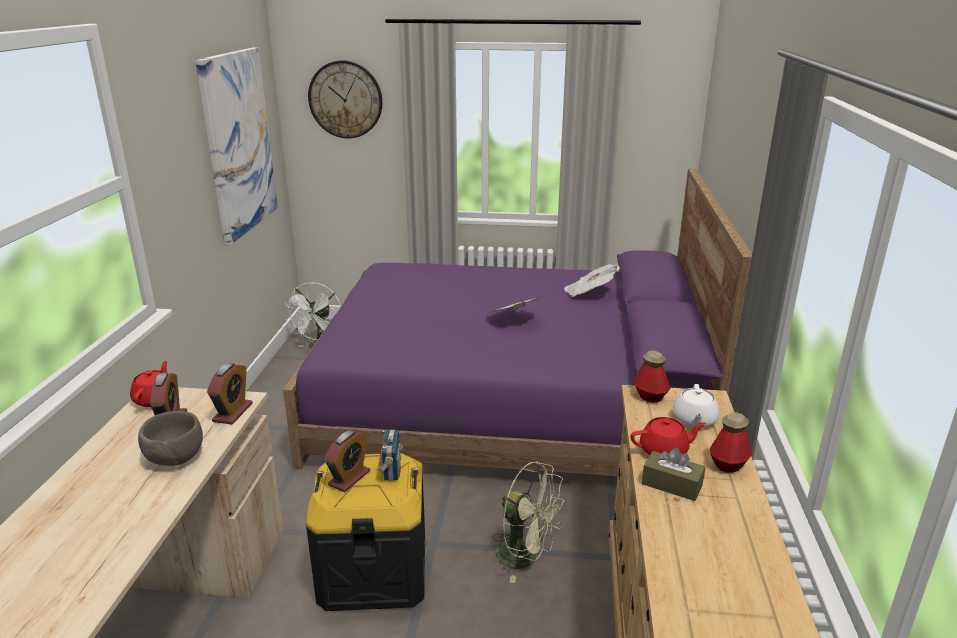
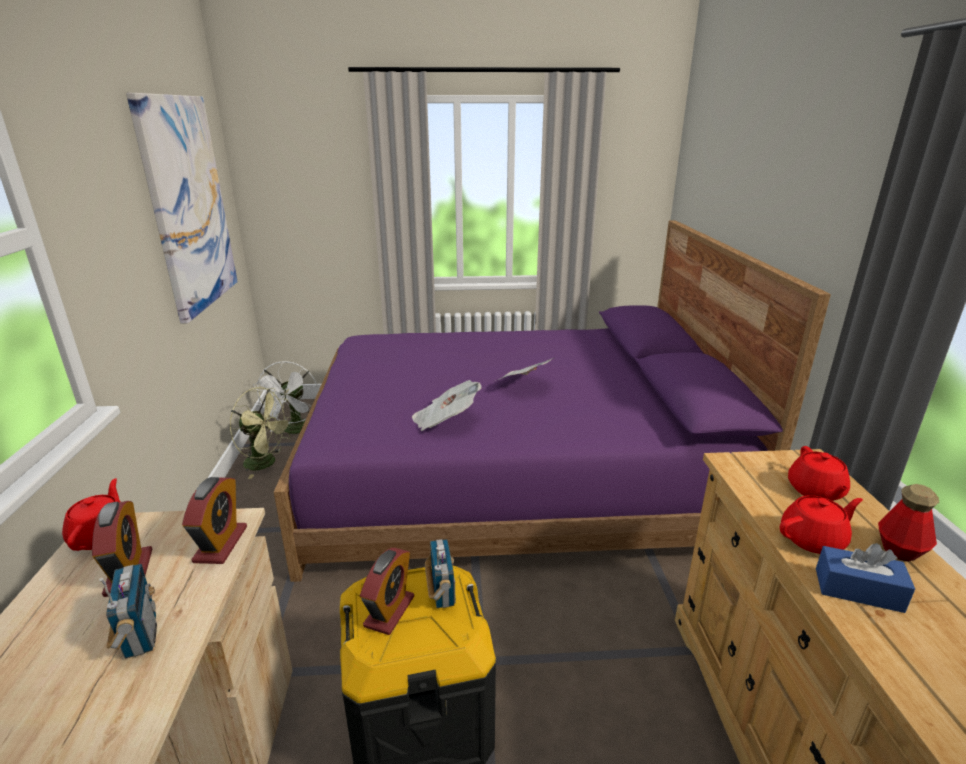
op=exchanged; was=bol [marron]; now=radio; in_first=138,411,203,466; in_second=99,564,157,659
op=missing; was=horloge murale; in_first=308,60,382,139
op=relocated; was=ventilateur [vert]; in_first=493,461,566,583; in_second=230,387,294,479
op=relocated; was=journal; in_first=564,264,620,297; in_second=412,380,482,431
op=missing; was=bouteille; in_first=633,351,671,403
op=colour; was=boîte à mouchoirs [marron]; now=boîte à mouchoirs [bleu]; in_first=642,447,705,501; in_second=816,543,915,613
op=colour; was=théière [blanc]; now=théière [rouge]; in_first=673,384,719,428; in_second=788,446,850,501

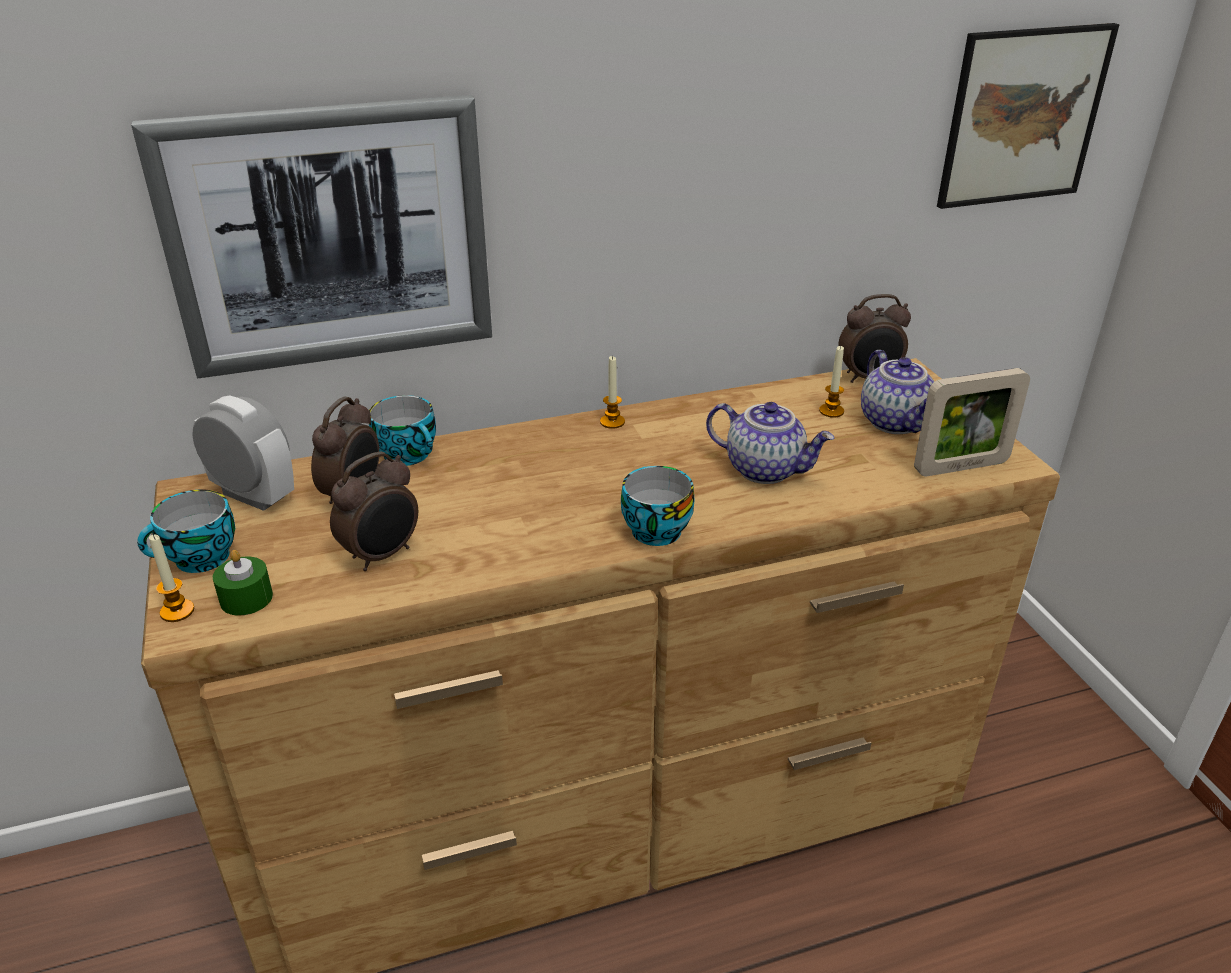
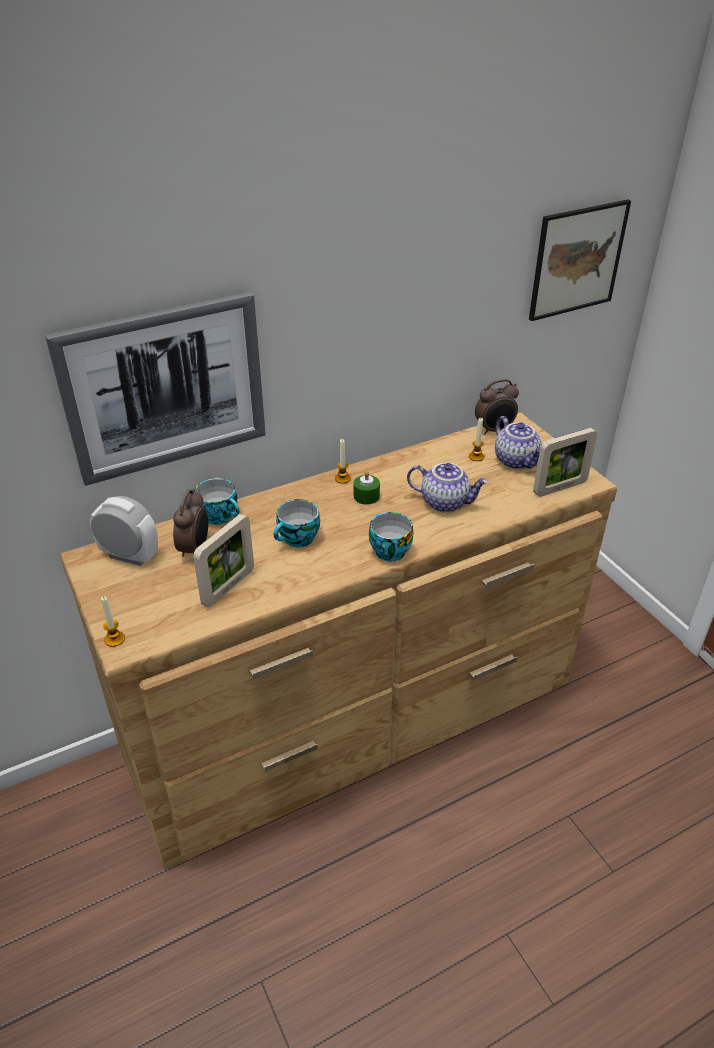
op=relocated; was=tasse; in_first=137,490,235,573; in_second=273,499,320,547
op=relocated; was=bougie [vert]; in_first=213,550,273,616; in_second=354,471,380,505
op=exchanged; was=réveil; now=cadre photo; in_first=330,451,418,571; in_second=193,514,254,607

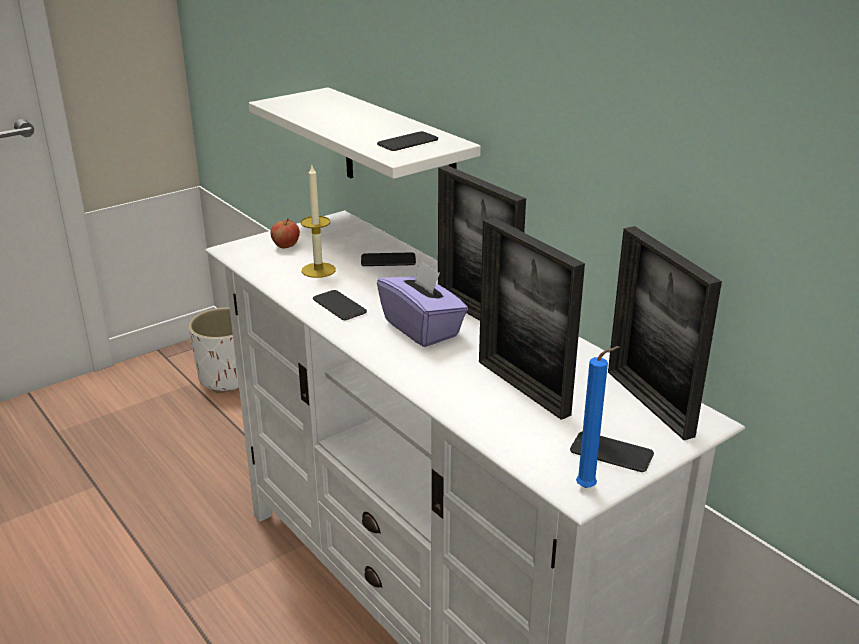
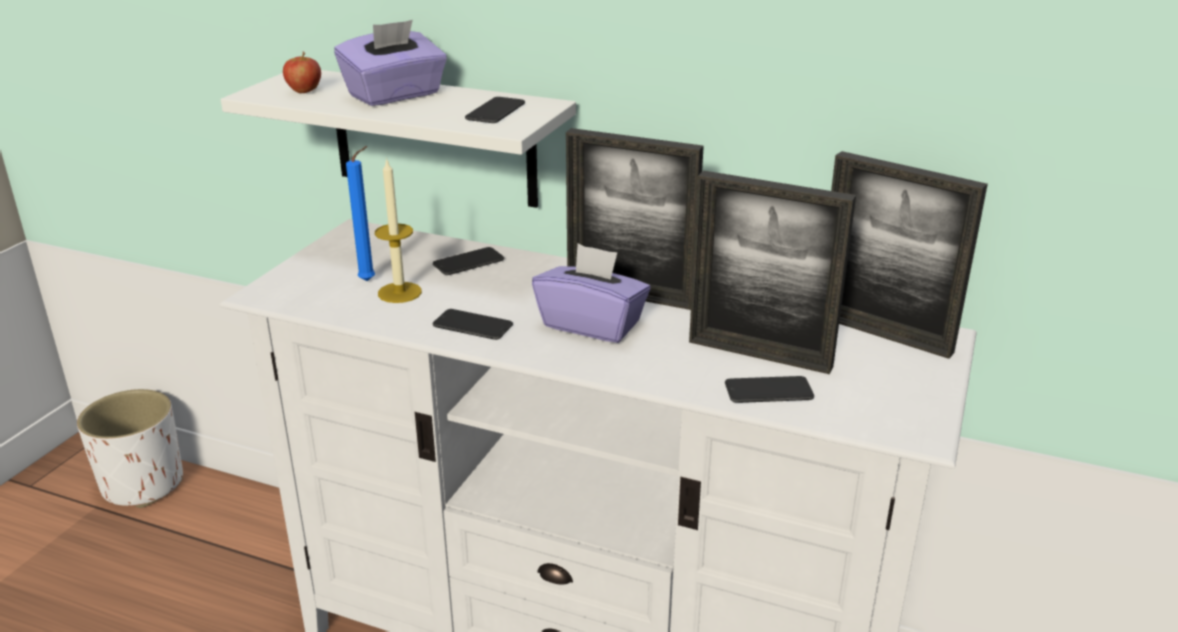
op=relocated; was=pomme; in_first=271,218,300,249; in_second=283,52,321,93
op=relocated; was=téléphone; in_first=570,431,654,472; in_second=725,376,814,403
op=relocated; was=bougie [bleu]; in_first=576,346,619,488; in_second=346,146,375,281
op=appeared; now=boîte à mouchoirs [violet]; in_second=334,20,447,106

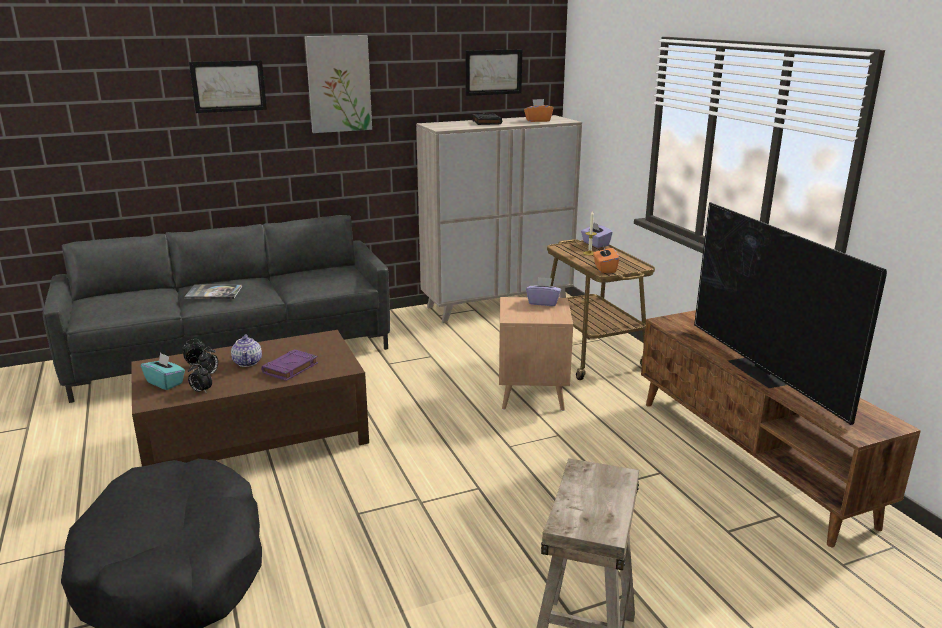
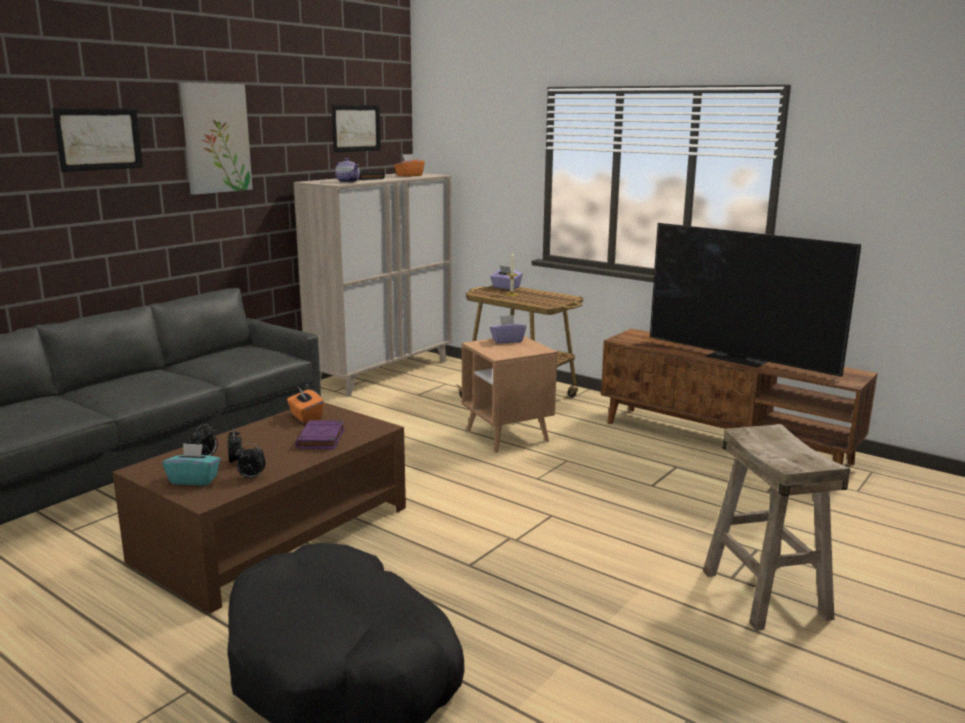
op=missing; was=livre; in_first=184,285,242,299
op=relocated; was=théière; in_first=231,334,262,367; in_second=335,158,360,183
op=relocated; was=boîte à mouchoirs [orange]; in_first=593,246,619,273; in_second=287,387,324,423

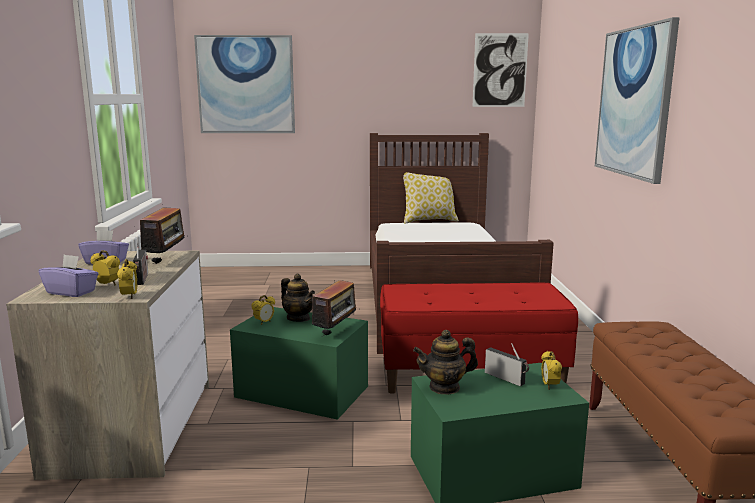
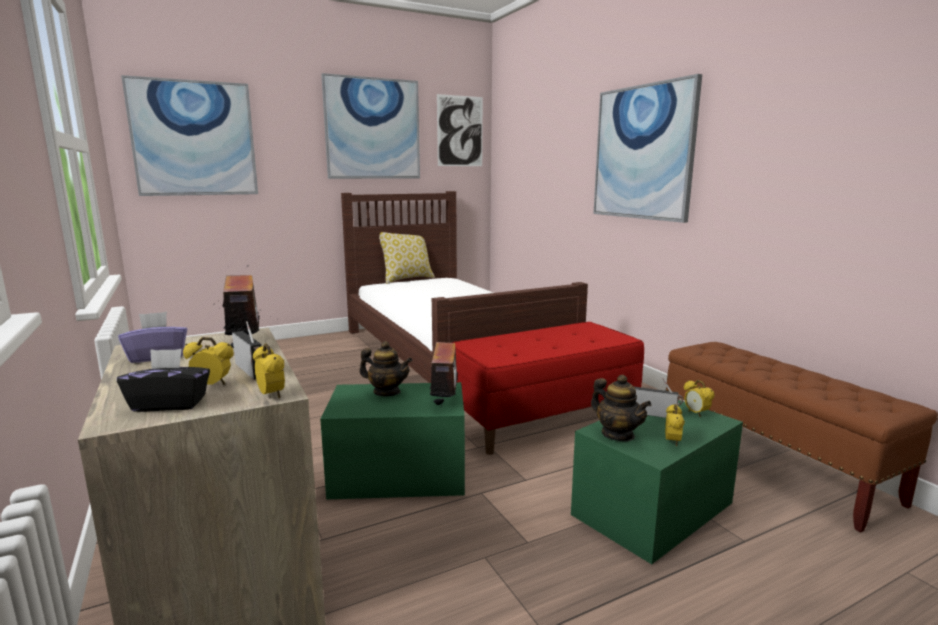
op=colour; was=boîte à mouchoirs [violet]; now=boîte à mouchoirs [noir]; in_first=39,254,99,297; in_second=117,349,210,412
op=relocated; was=réveil; in_first=251,295,275,325; in_second=665,404,685,446
op=spun; was=théière; in_first=413,330,478,395; in_second=591,375,652,441; clockwise=-90
op=appeared; now=tableau; in_second=321,73,420,179

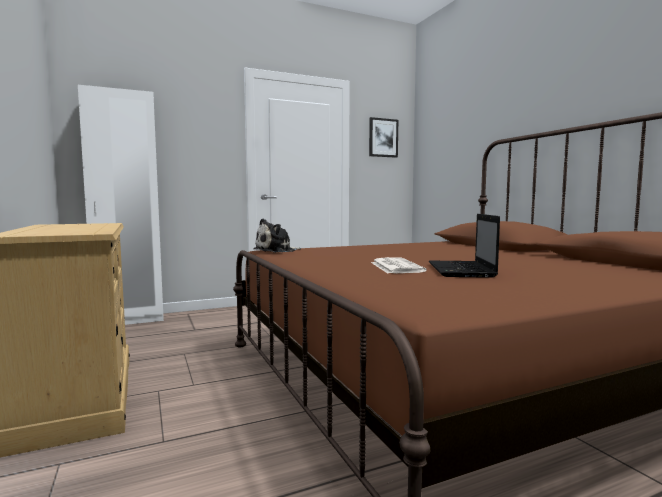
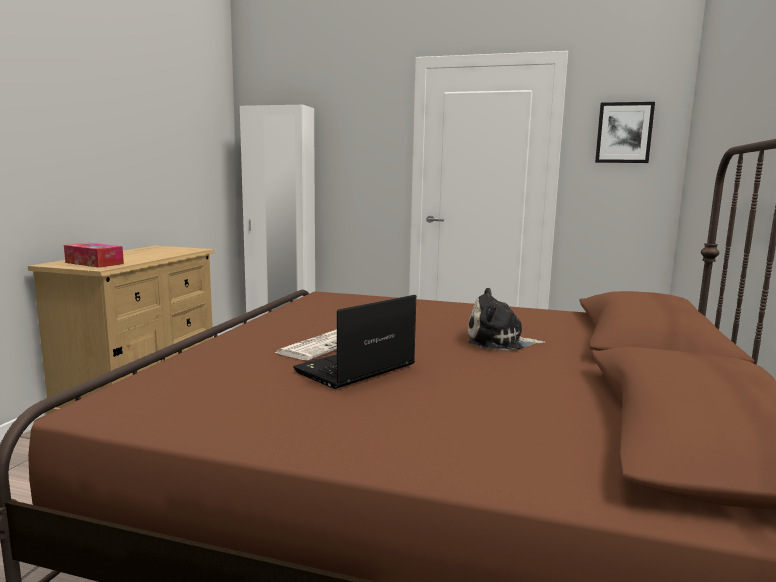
op=relocated; was=peluche; in_first=253,218,301,253; in_second=468,288,546,350
op=appeared; now=boîte à mouchoirs; in_second=64,243,124,268

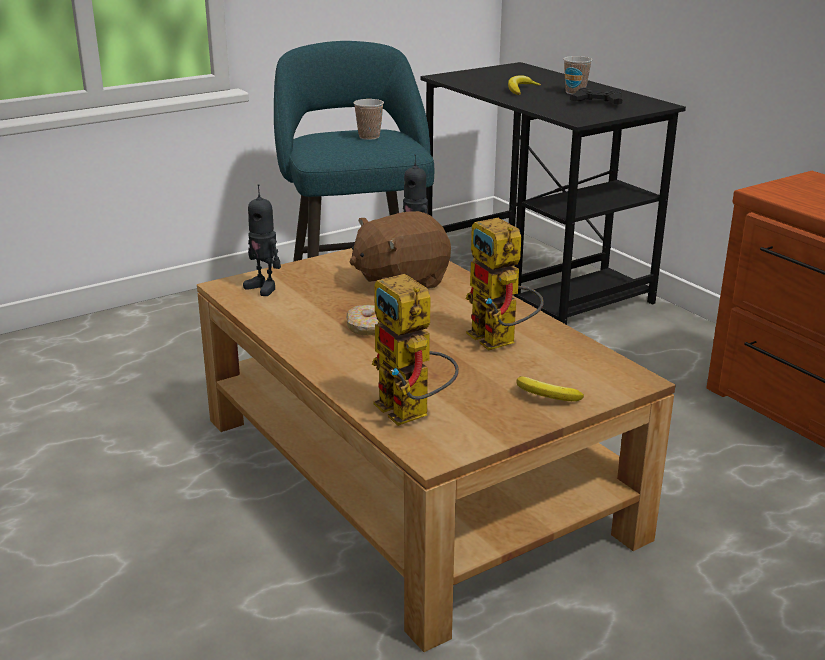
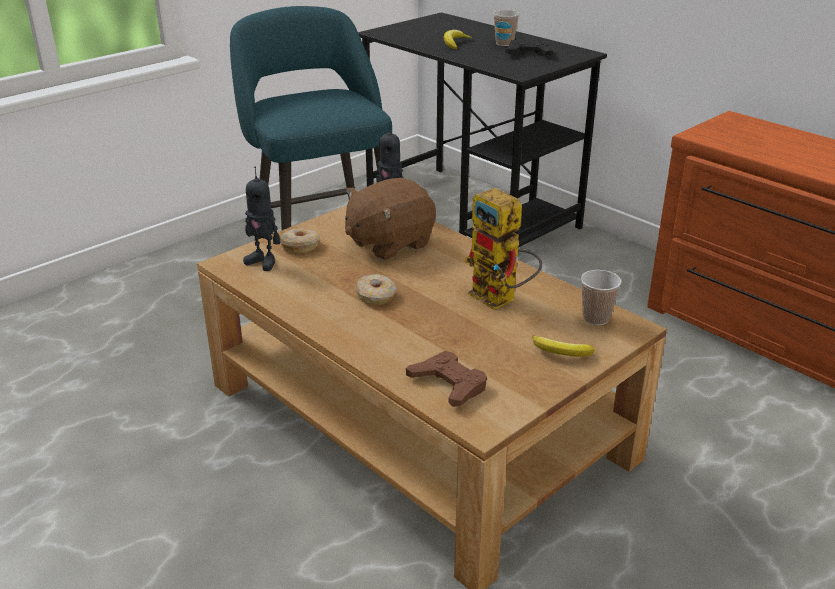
op=relocated; was=tasse; in_first=354,99,384,140; in_second=581,270,621,325
op=exchanged; was=robot jouet; now=manette [marron]; in_first=372,274,459,426; in_second=406,351,487,407
op=appeared; now=beignet; in_second=280,228,320,253

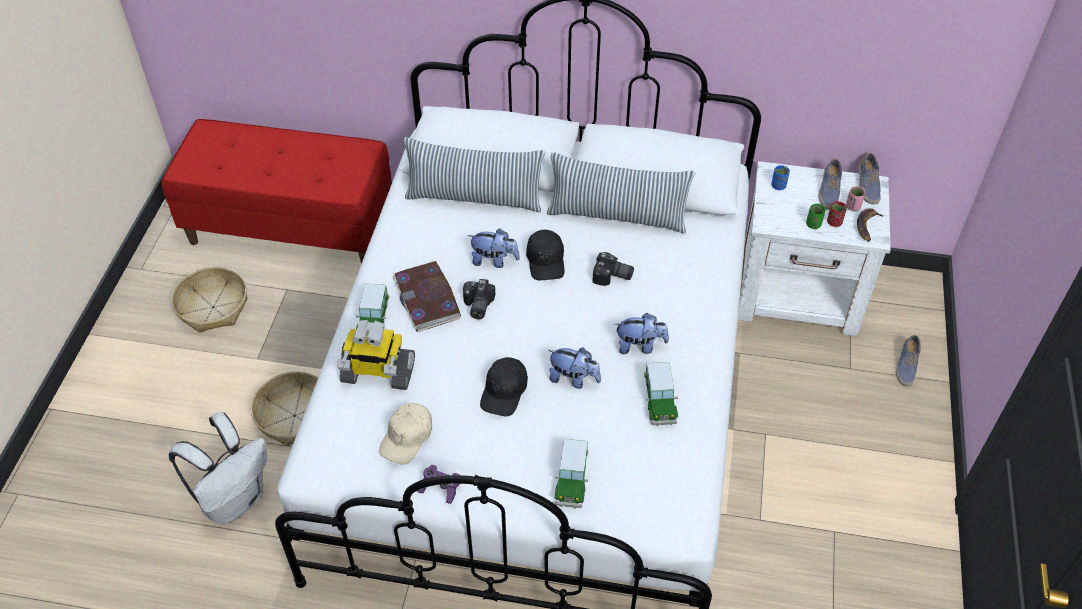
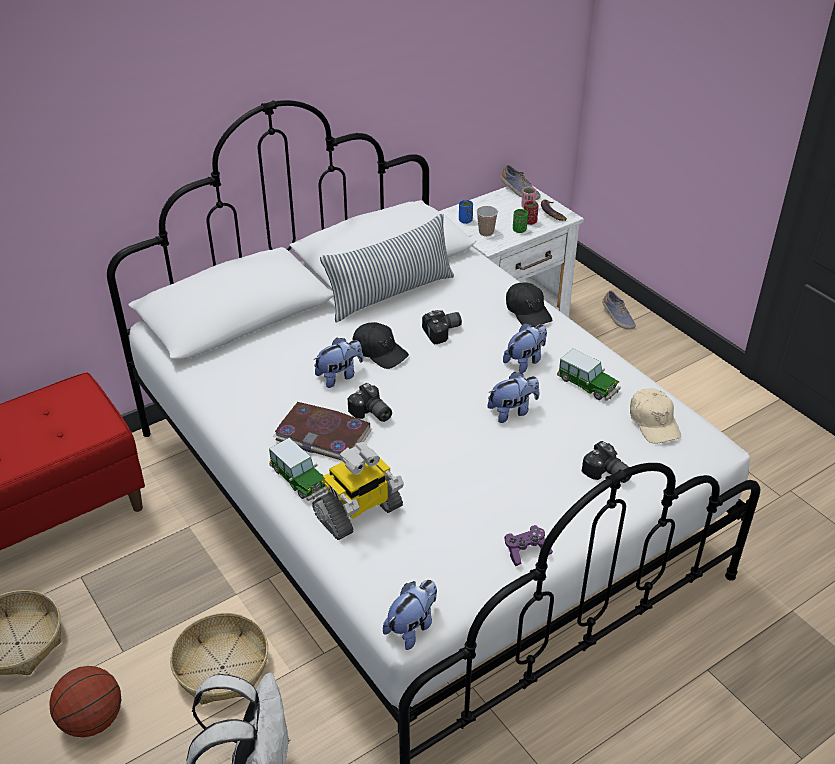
op=relocated; was=casquette [beige]; in_first=379,403,432,465; in_second=630,388,681,444
op=missing; was=coussin; in_first=404,137,545,213
op=relocated; was=casquette [noir]; in_first=480,357,528,417; in_second=506,282,552,327
op=exchanged; was=petite voiture; now=appareil photo; in_first=554,439,588,509; in_second=582,441,632,483
op=missing; was=chaussure; in_first=819,159,842,210
op=appeared; now=ballon de basket; in_second=49,666,121,737
op=appeared; now=peluche; in_second=383,580,437,650
op=appeared; now=tasse; in_second=477,206,498,236

